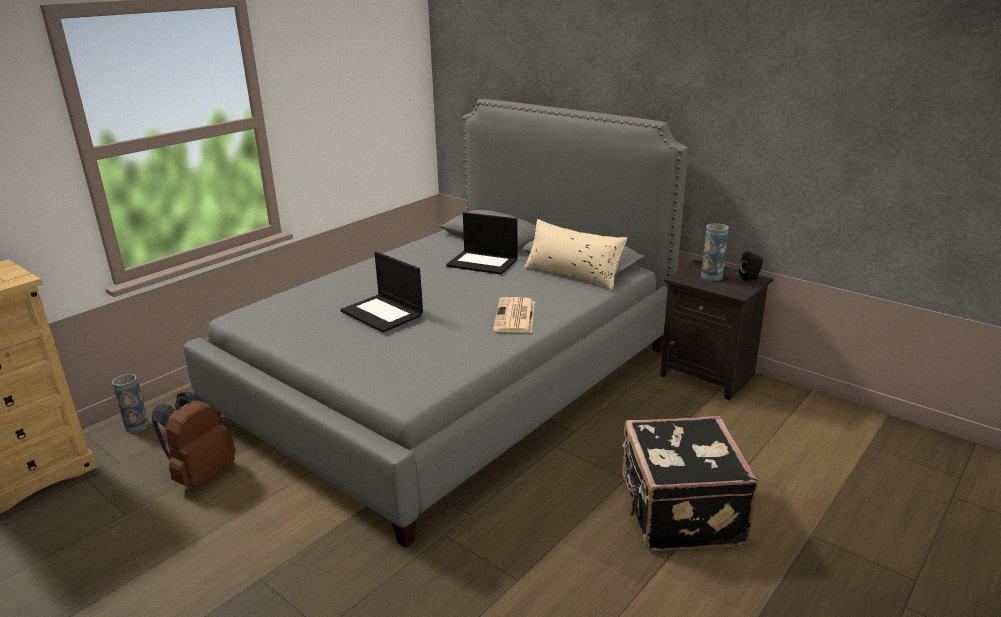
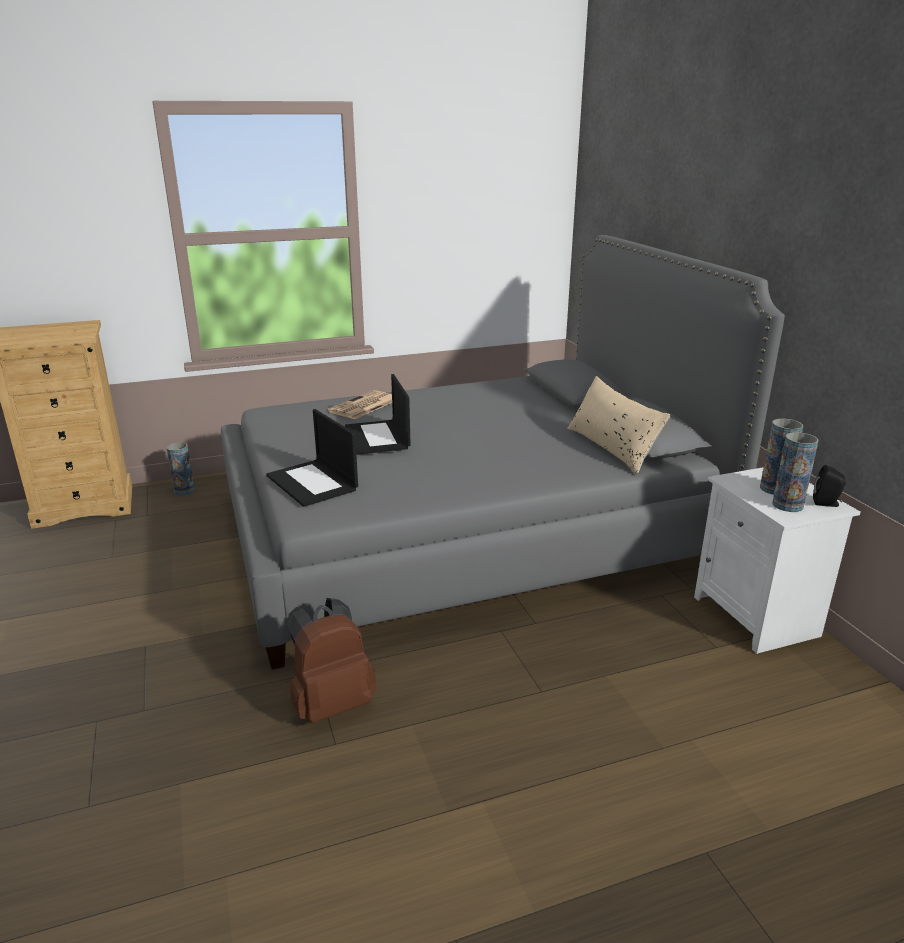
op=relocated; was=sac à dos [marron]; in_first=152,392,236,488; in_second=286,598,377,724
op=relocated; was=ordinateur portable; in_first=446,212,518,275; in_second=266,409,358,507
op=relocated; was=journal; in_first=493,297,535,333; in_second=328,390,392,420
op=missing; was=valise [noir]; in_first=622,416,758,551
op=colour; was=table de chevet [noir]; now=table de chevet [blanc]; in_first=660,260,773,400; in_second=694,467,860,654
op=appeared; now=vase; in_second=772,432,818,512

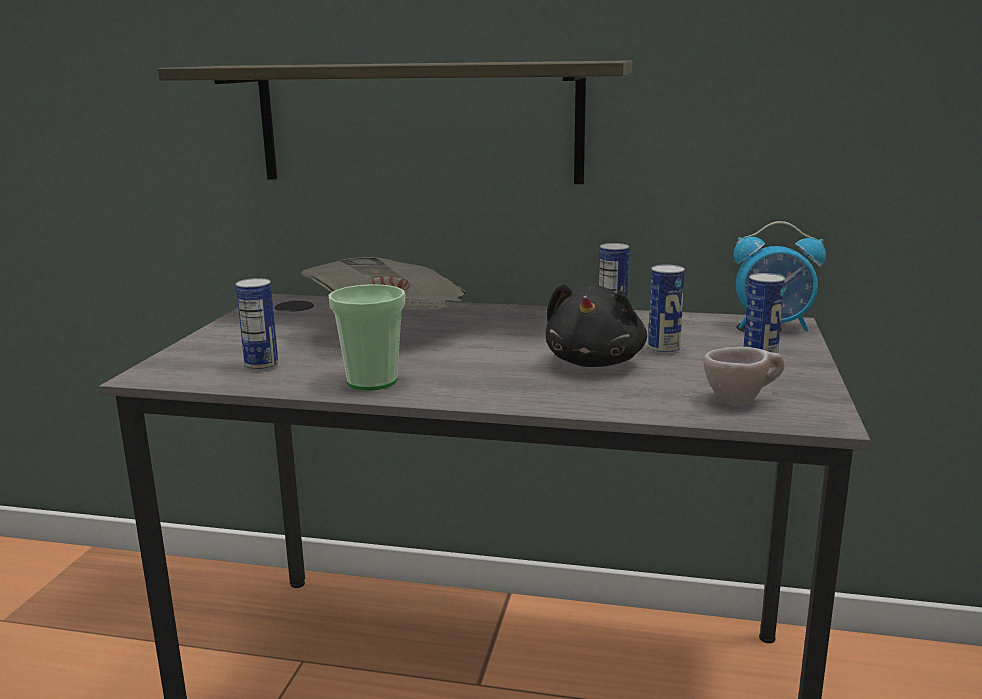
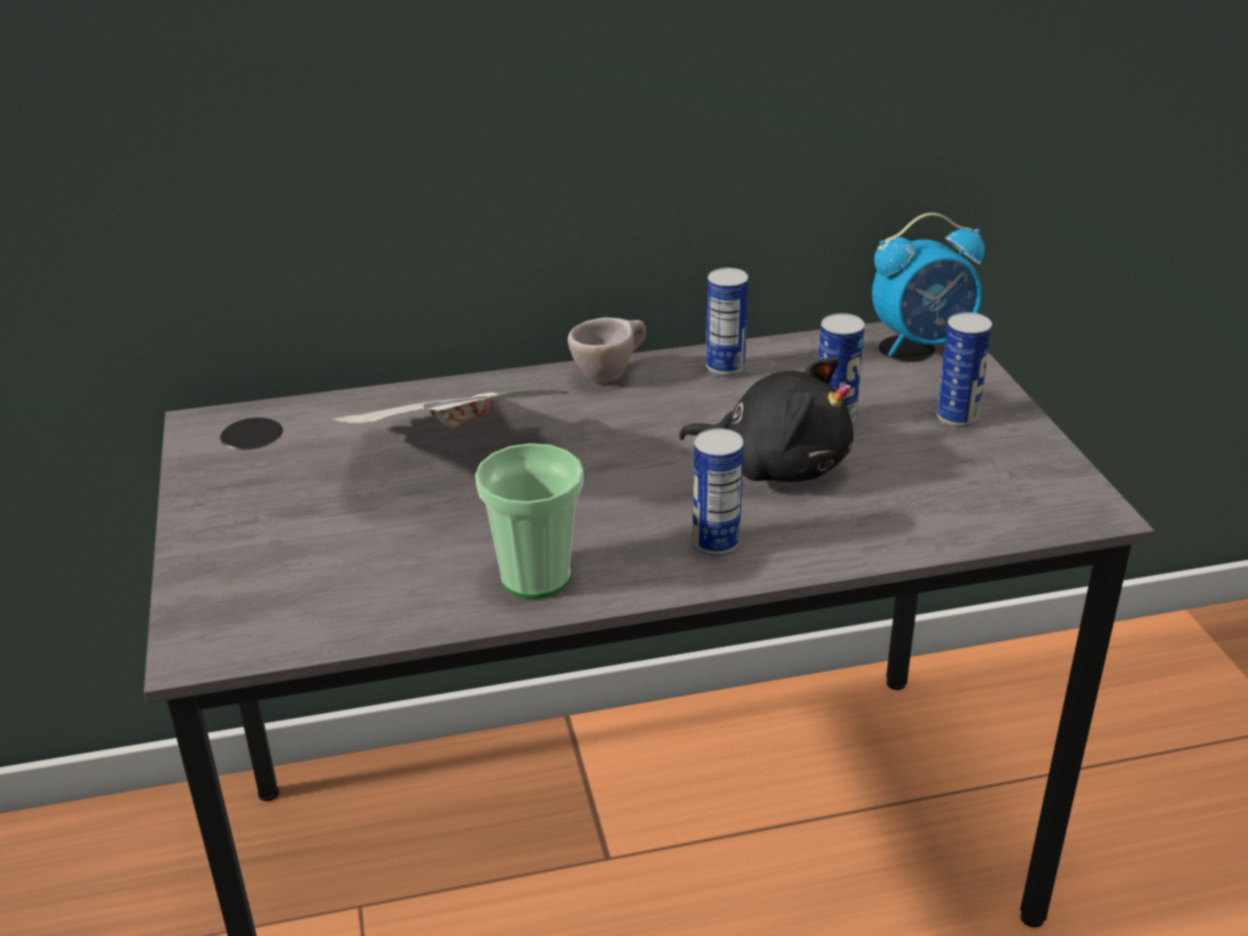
op=missing; was=étagère; in_first=158,60,632,184
op=relocated; was=boîte métallique; in_first=236,278,278,371; in_second=692,428,744,558
op=spun; was=peluche [noir]; in_first=546,283,647,367; in_second=678,357,853,482; clockwise=-60
op=relocated; was=tasse [beige]; in_first=703,347,785,405; in_second=568,317,646,383

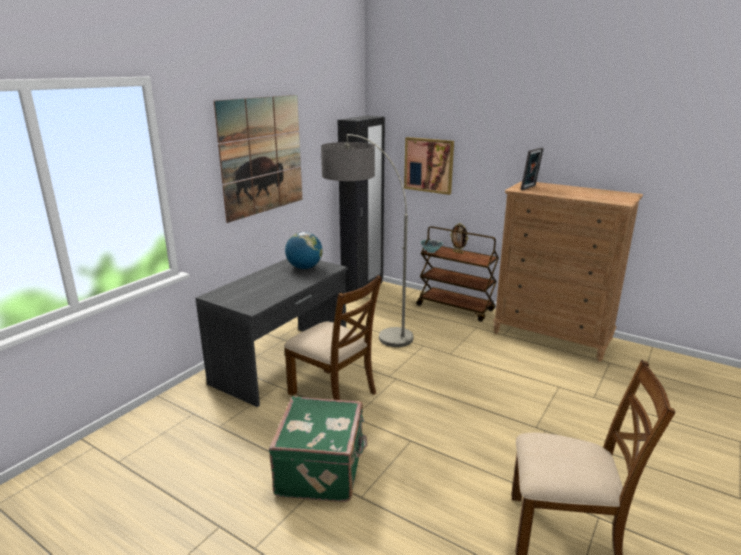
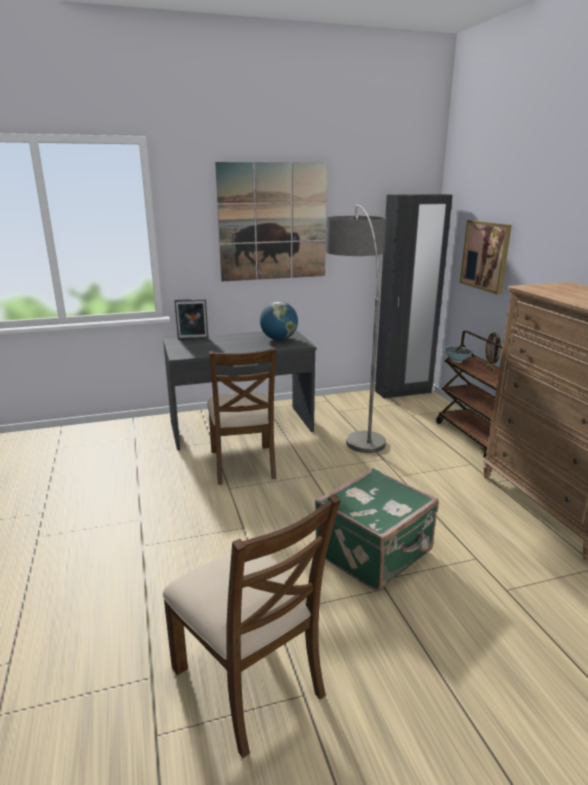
op=relocated; was=valise [vert]; in_first=269,396,367,502; in_second=315,468,439,591
op=relocated; was=cadre photo; in_first=521,147,544,190; in_second=174,299,208,340

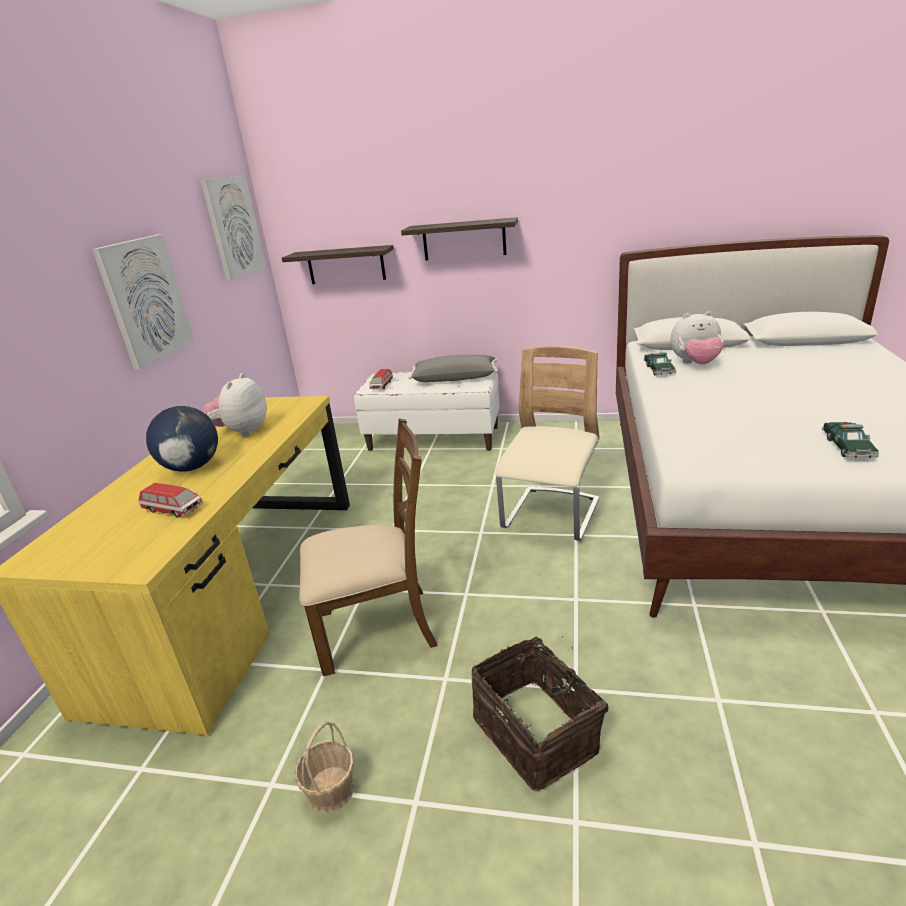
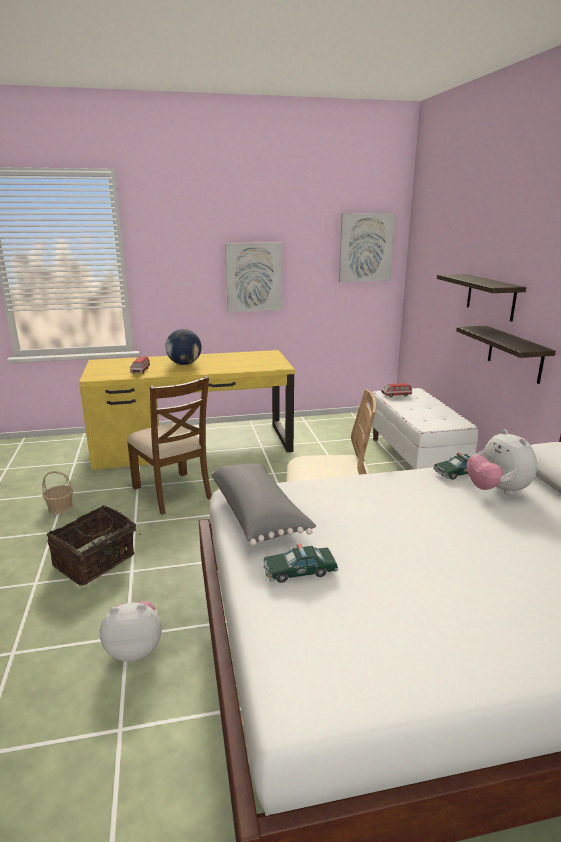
op=relocated; was=peluche; in_first=203,373,267,437; in_second=100,601,162,662
op=relocated; was=étagère; in_first=282,245,394,284; in_second=456,326,556,384
op=relocated; was=coussin [gris]; in_first=408,355,498,382; in_second=211,464,316,546

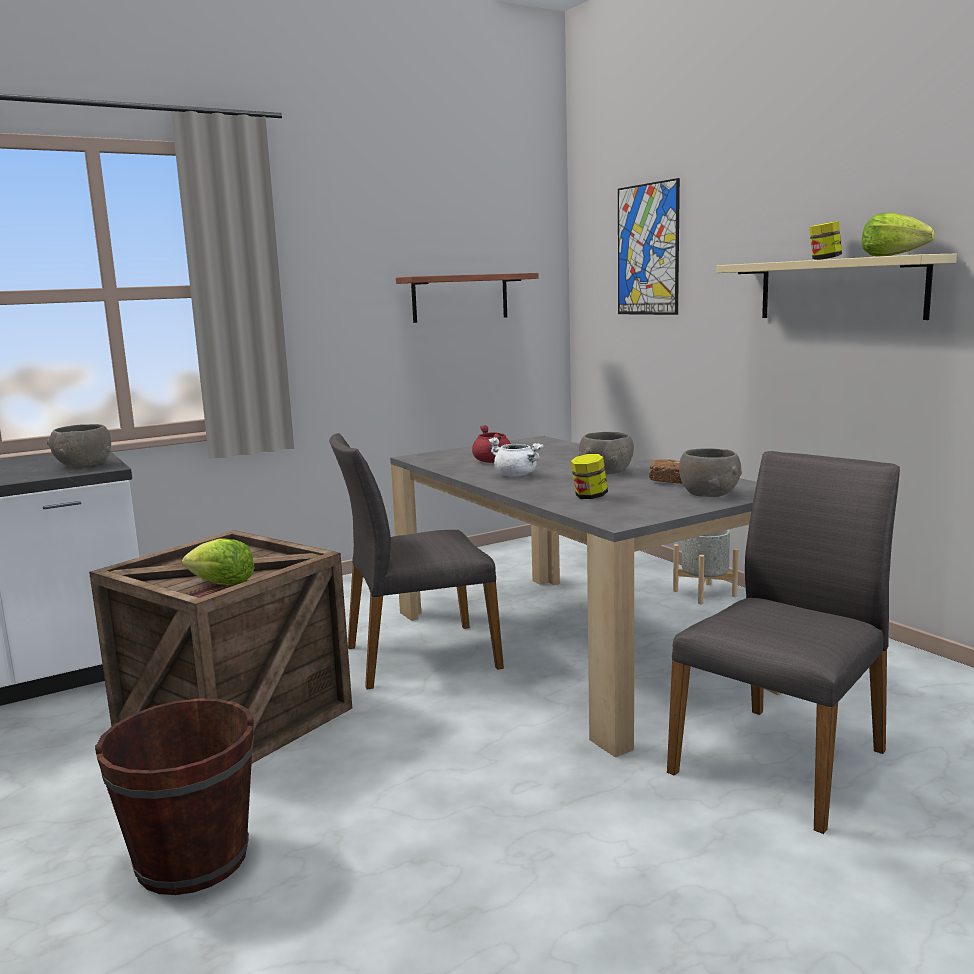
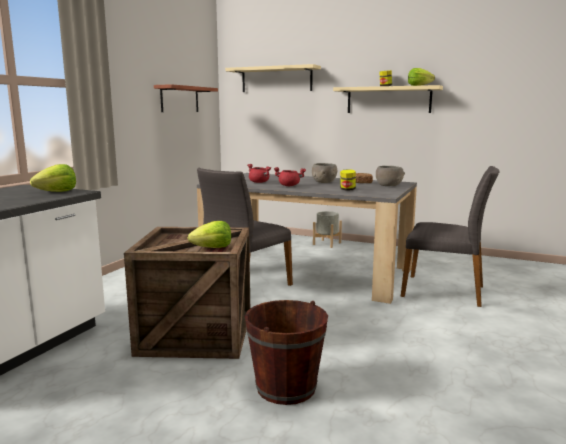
op=exchanged; was=bol [gris]; now=laitue; in_first=47,424,111,468; in_second=30,164,76,192
op=colour; was=marmite [blanc]; now=marmite [rouge]; in_first=488,437,544,477; in_second=274,167,306,186
op=exchanged; was=tableau; now=étagère [beige]; in_first=618,178,680,315; in_second=225,64,321,92
op=spun; was=chaise [gris]; in_first=667,451,900,834; in_second=401,166,500,307; clockwise=105

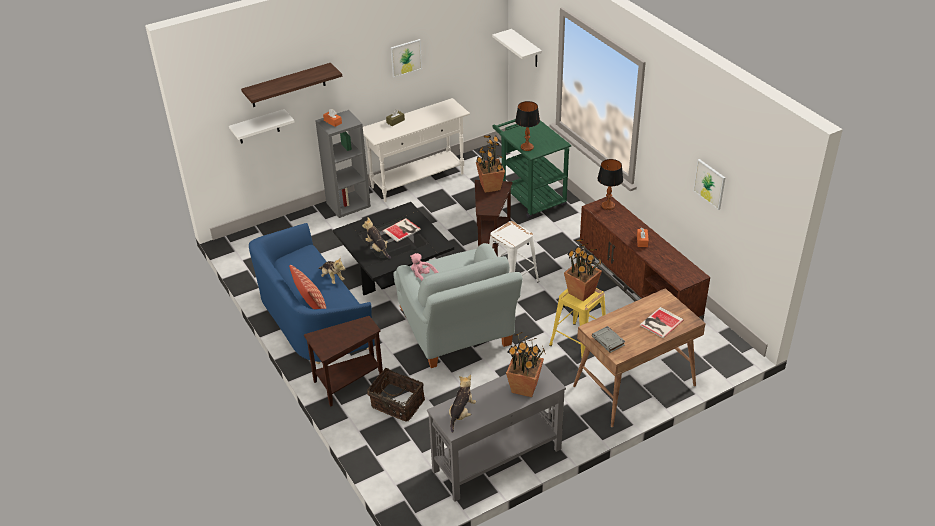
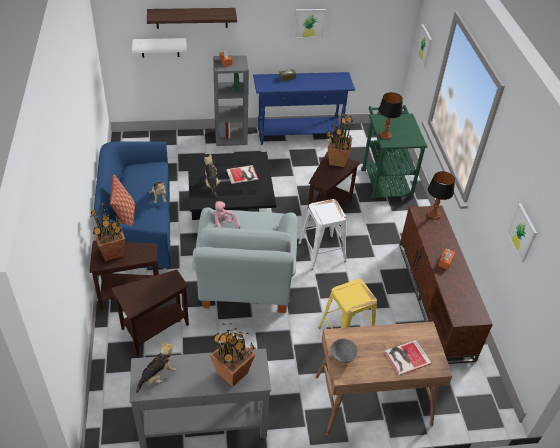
op=colour; was=table console [blanc]; now=table console [bleu]; in_first=363,98,470,202; in_second=253,72,355,145
op=exchanged; was=panier; now=table d'appoint [marron]; in_first=367,368,425,422; in_second=112,270,189,356
op=exchanged; was=étagère [blanc]; now=tableau; in_first=492,29,542,67; in_second=416,24,432,67
op=relocated; was=plante en pot; in_first=564,239,602,301; in_second=91,202,125,261
op=exchanged; was=livre [gris]; now=bol [gris]; in_first=592,326,625,353; in_second=330,338,358,363

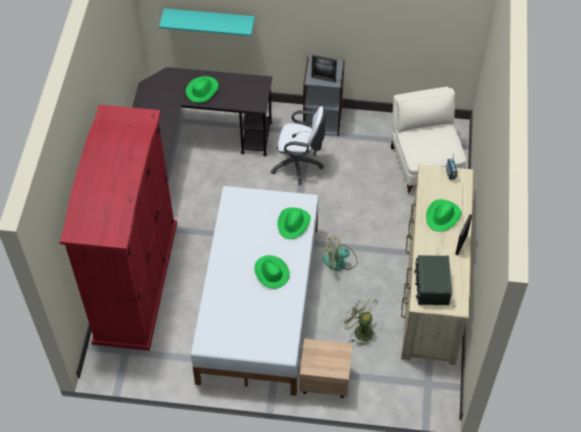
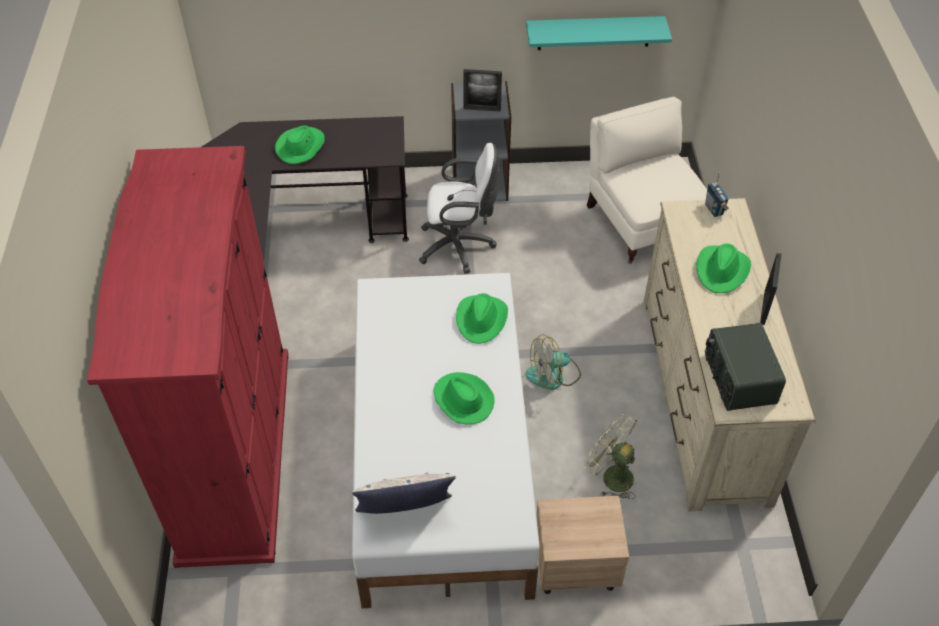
op=relocated; was=étagère [turquoise]; in_first=159,8,255,36; in_second=526,16,672,50
op=appeared; now=coussin; in_second=352,473,456,514

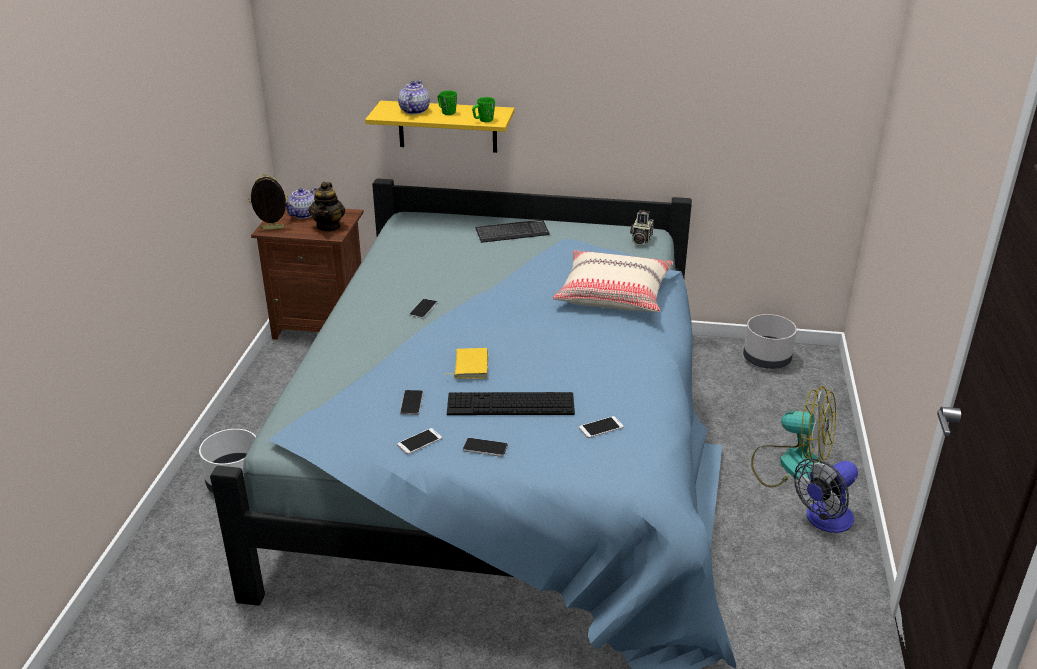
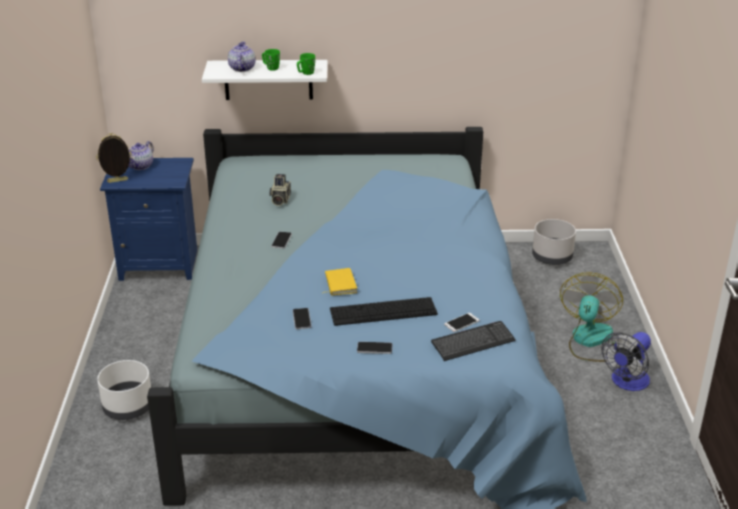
op=colour; was=table de chevet [marron]; now=table de chevet [bleu]; in_first=251,208,364,340; in_second=100,158,197,281
op=missing; was=théière; in_first=309,182,345,232
op=colour; was=étagère [jaune]; now=étagère [blanc]; in_first=365,101,514,153; in_second=202,60,328,100
op=missing; was=téléphone; in_first=397,428,442,454
op=relocated; was=clavier; in_first=476,220,550,243; in_second=431,321,516,361
op=missing; was=coussin [beige]; in_first=553,250,673,312
op=relocated; was=appareil photo; in_first=630,210,654,245; in_second=269,174,291,206
op=spun; was=ventilateur; in_first=751,386,836,487; in_second=560,272,623,362; clockwise=-90

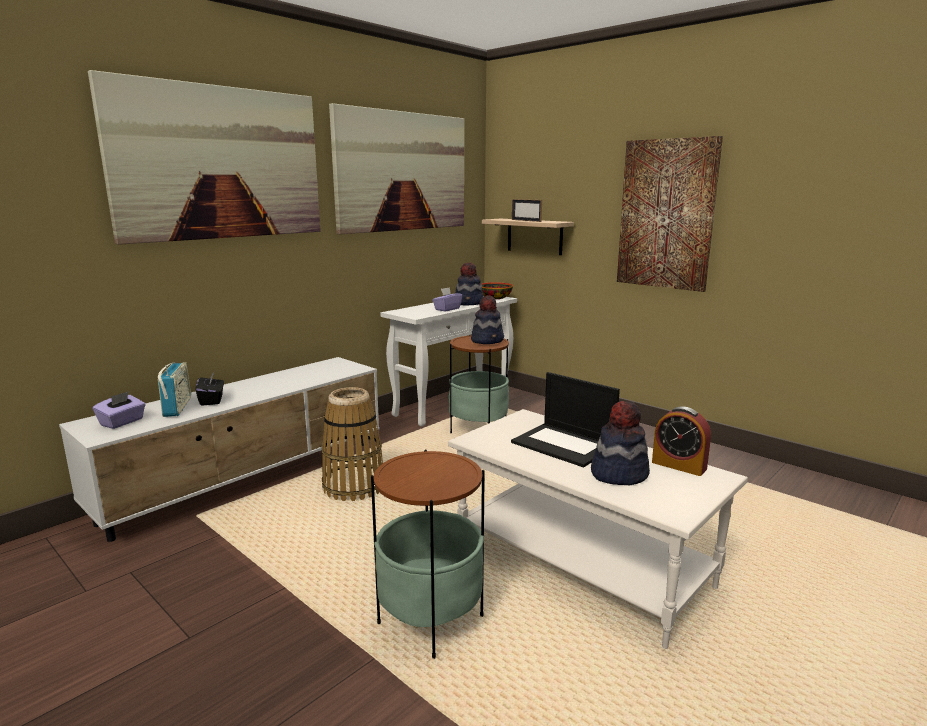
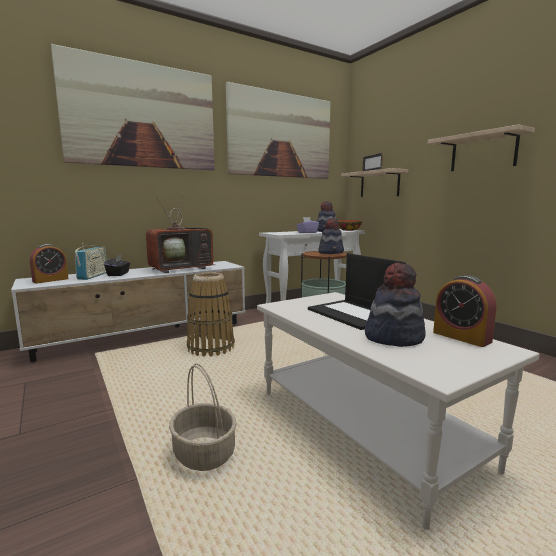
op=exchanged; was=boîte à mouchoirs [violet]; now=réveil; in_first=92,391,146,429; in_second=30,244,68,284
op=exchanged; was=table d'appoint; now=panier; in_first=371,449,485,659; in_second=169,363,237,471
op=exchanged; was=tableau; now=étagère; in_first=617,136,723,292; in_second=428,124,535,171
op=appeared; now=téléviseur; in_second=146,194,215,273

